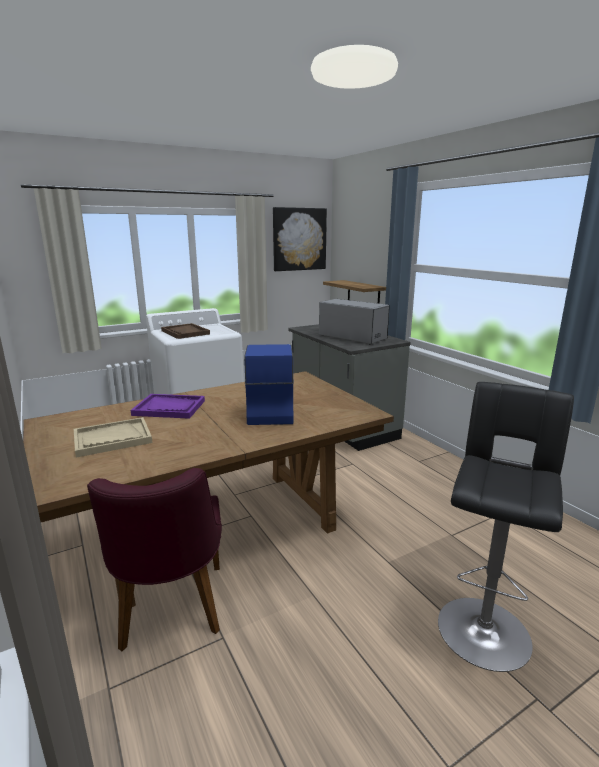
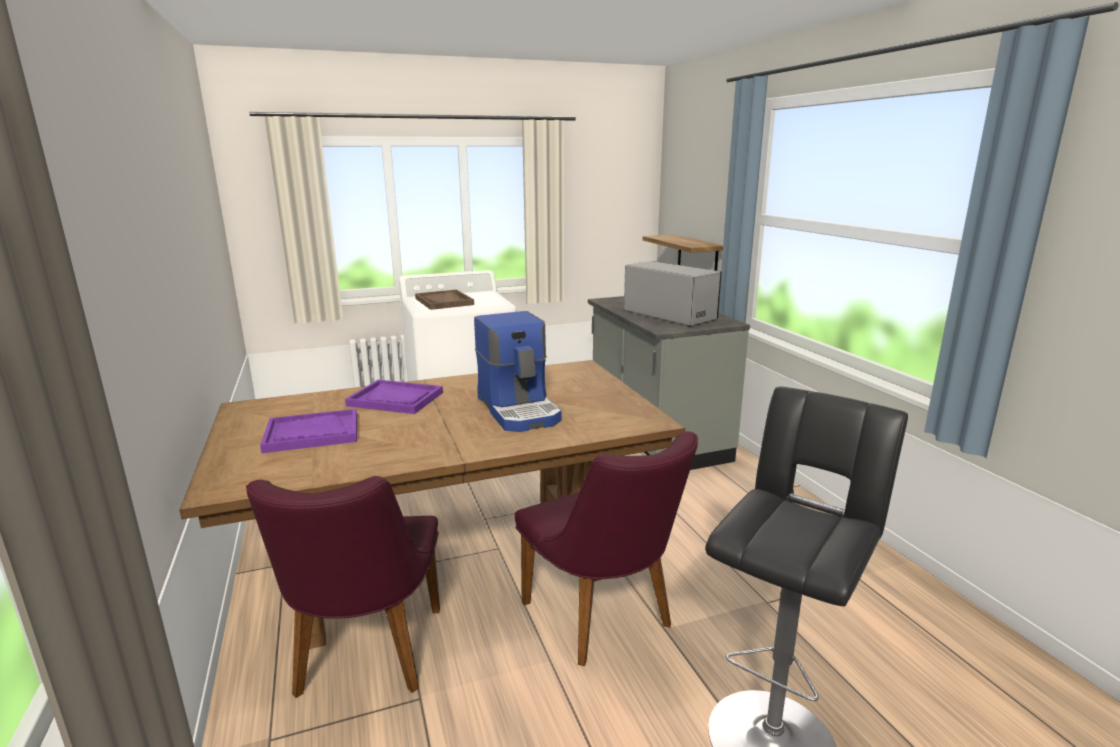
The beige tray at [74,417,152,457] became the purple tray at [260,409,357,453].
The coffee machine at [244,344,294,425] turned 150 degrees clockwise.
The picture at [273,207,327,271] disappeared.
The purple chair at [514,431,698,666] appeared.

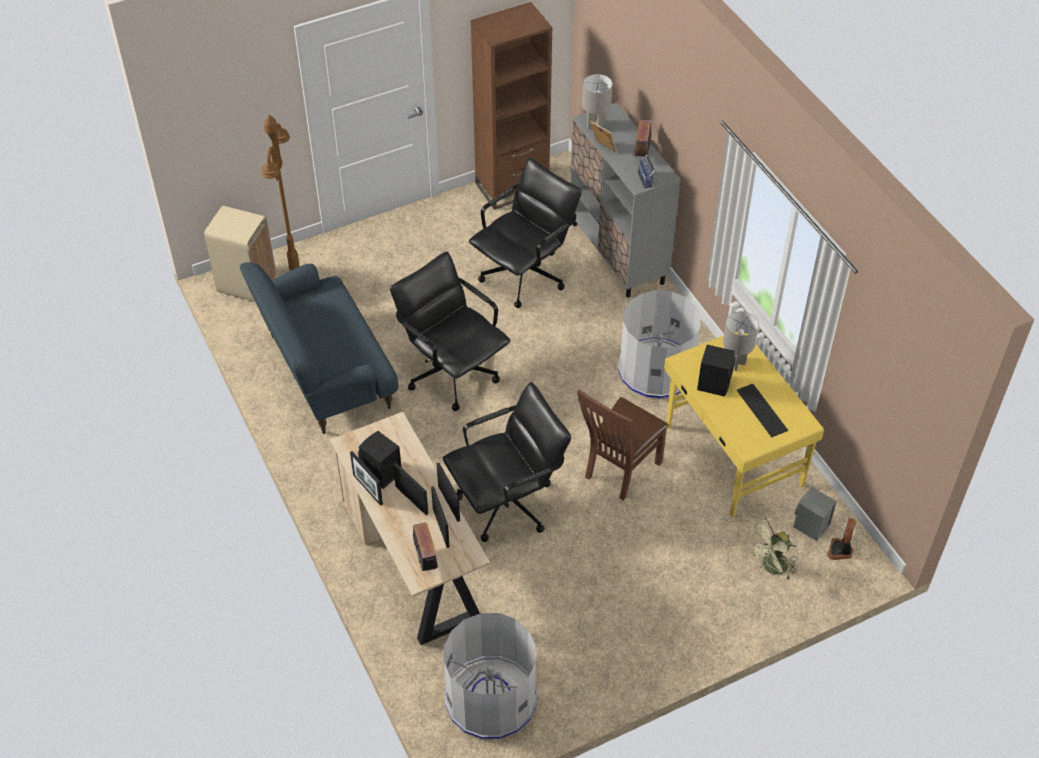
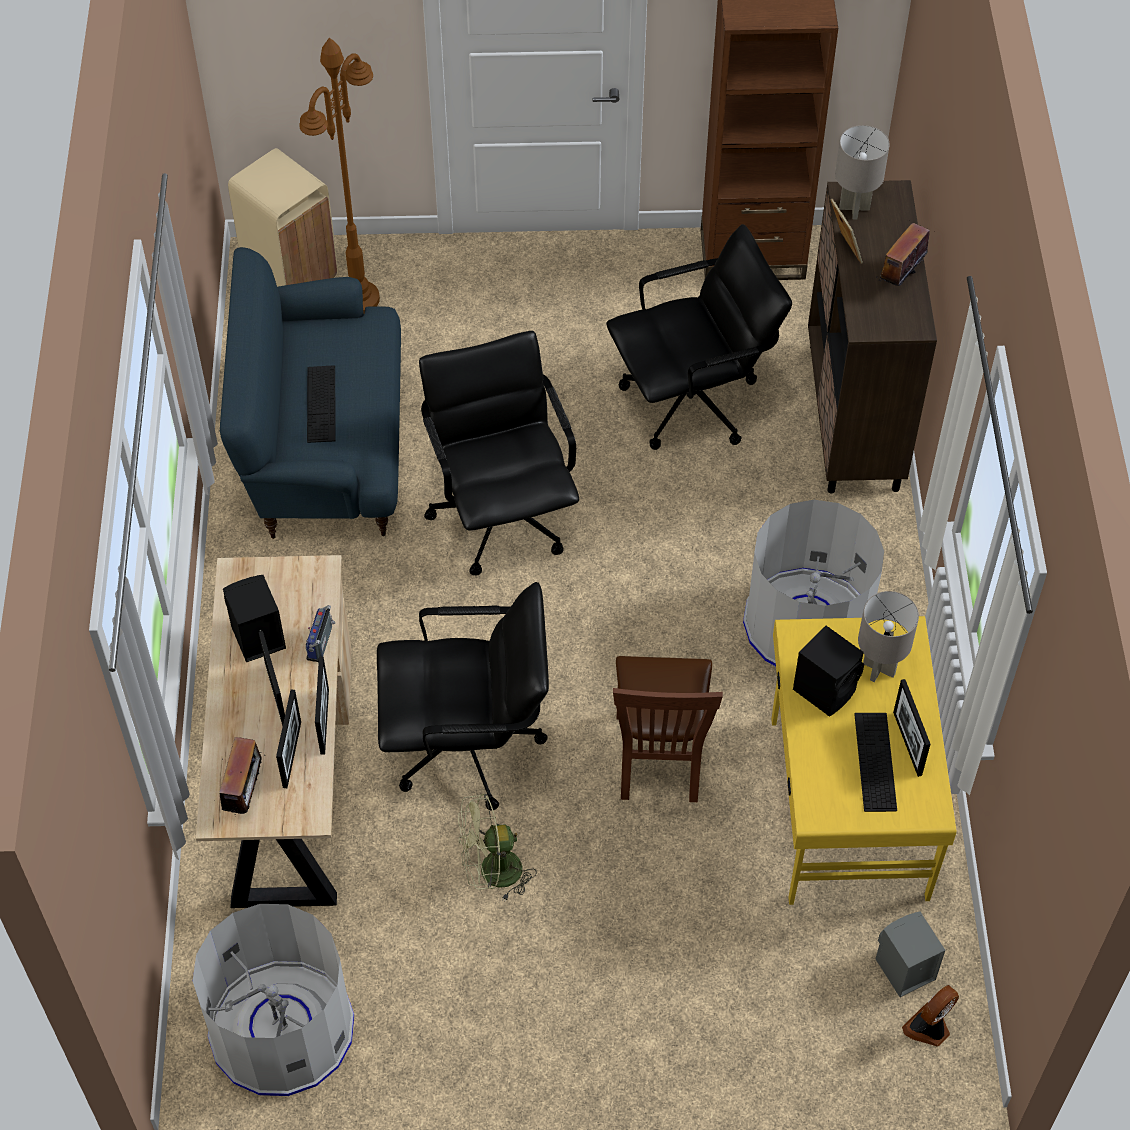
The picture frame moved from [350,451,383,506] to [893,679,930,777].
The grey cabinet at [570,103,680,298] became the brown cabinet at [808,180,937,494].
The brown chair at [577,389,669,501] turned 60 degrees counterclockwise.
The radio moved from [638,154,655,188] to [306,605,336,662].
The green fan moved from [746,517,798,581] to [458,793,537,902].
The keyboard at [307,365,336,443] appeared.

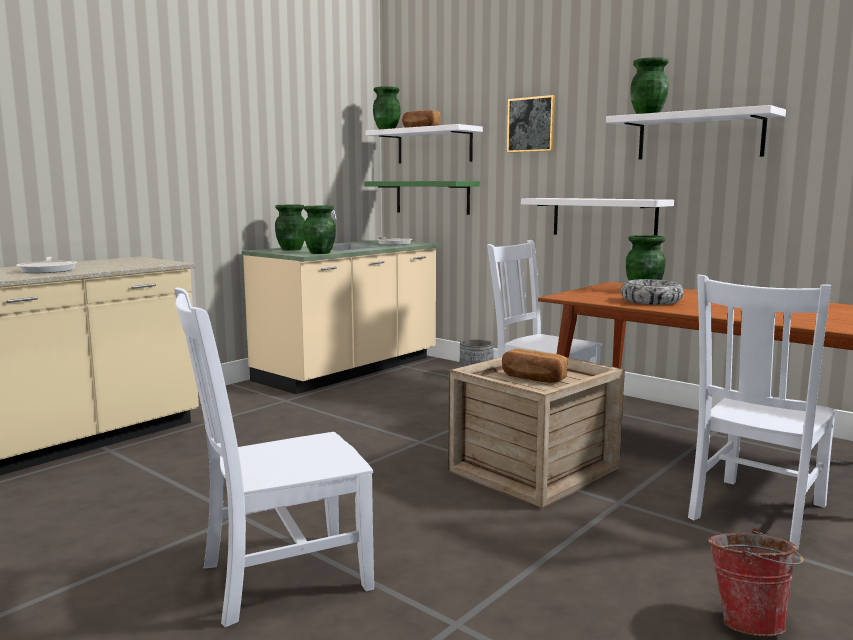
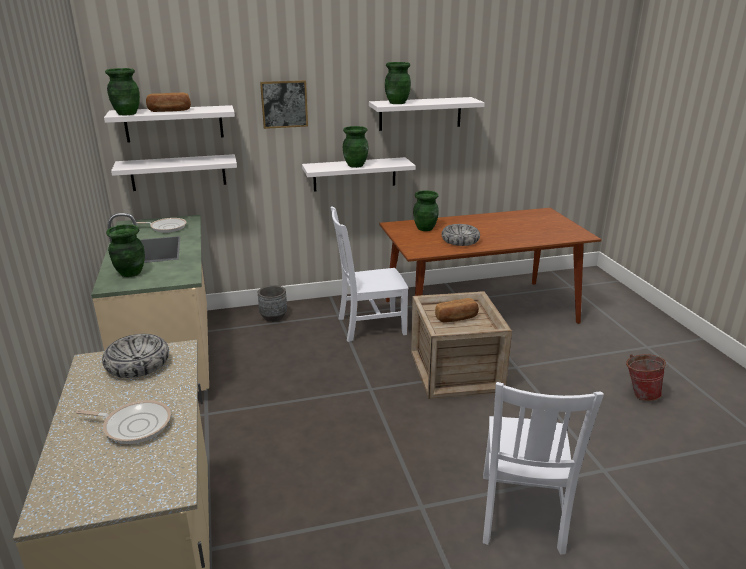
The green vase moved from [303,206,336,254] to [343,126,369,168].
The green shelf at [364,181,480,215] became the white shelf at [111,154,237,191].
The white chair at [688,275,836,550] disappeared.
The bowl at [102,334,169,378] appeared.

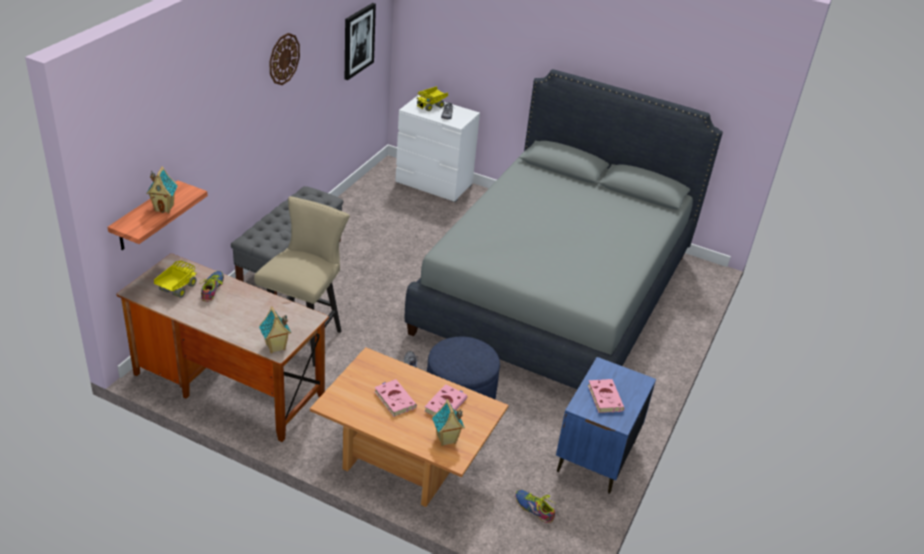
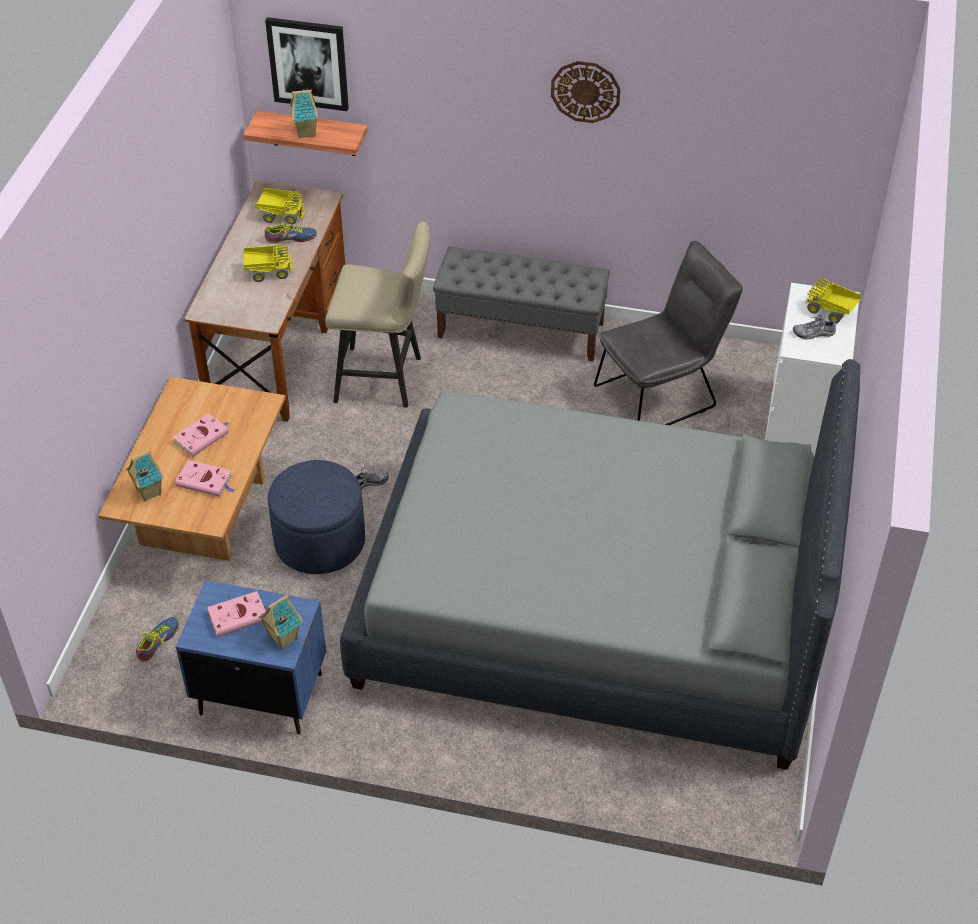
The toy house moved from [259,306,291,354] to [259,594,303,649].
The picture moved from [345,3,376,80] to [265,17,349,111].
The toy truck at [244,244,293,282] appeared.
The grey chair at [594,241,743,425] appeared.

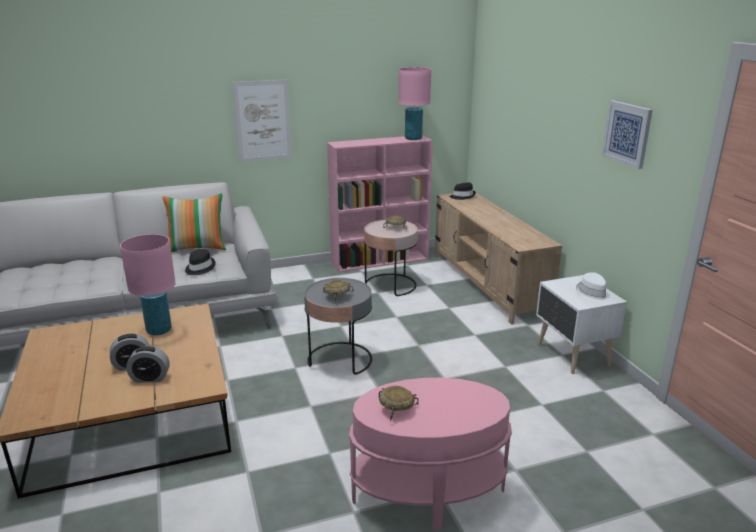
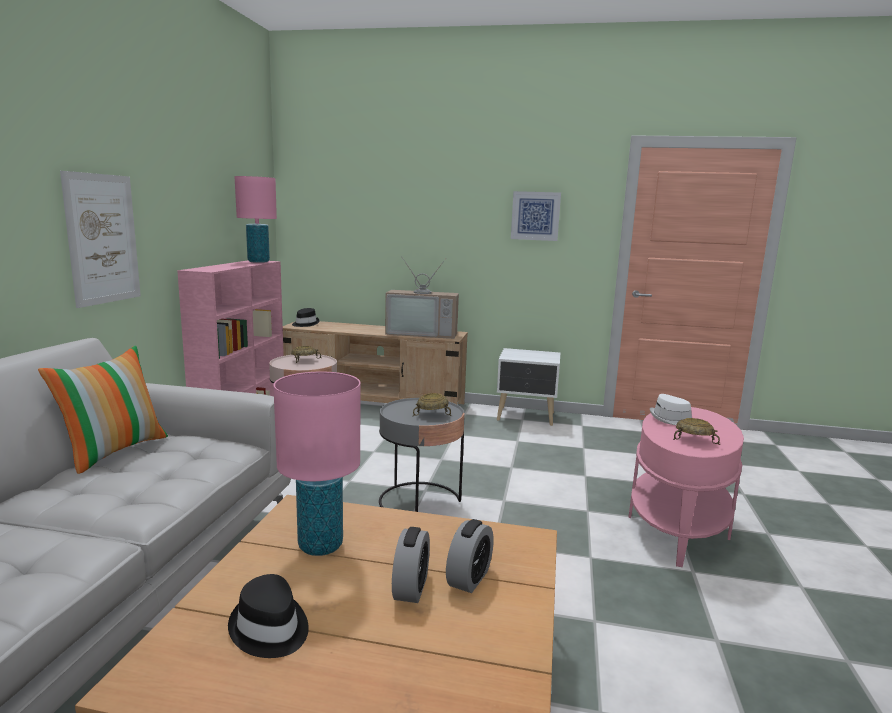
The black hat moved from [185,249,216,275] to [228,574,309,658].
The white hat moved from [576,272,610,302] to [650,394,692,425].
The television at [385,256,459,339] appeared.

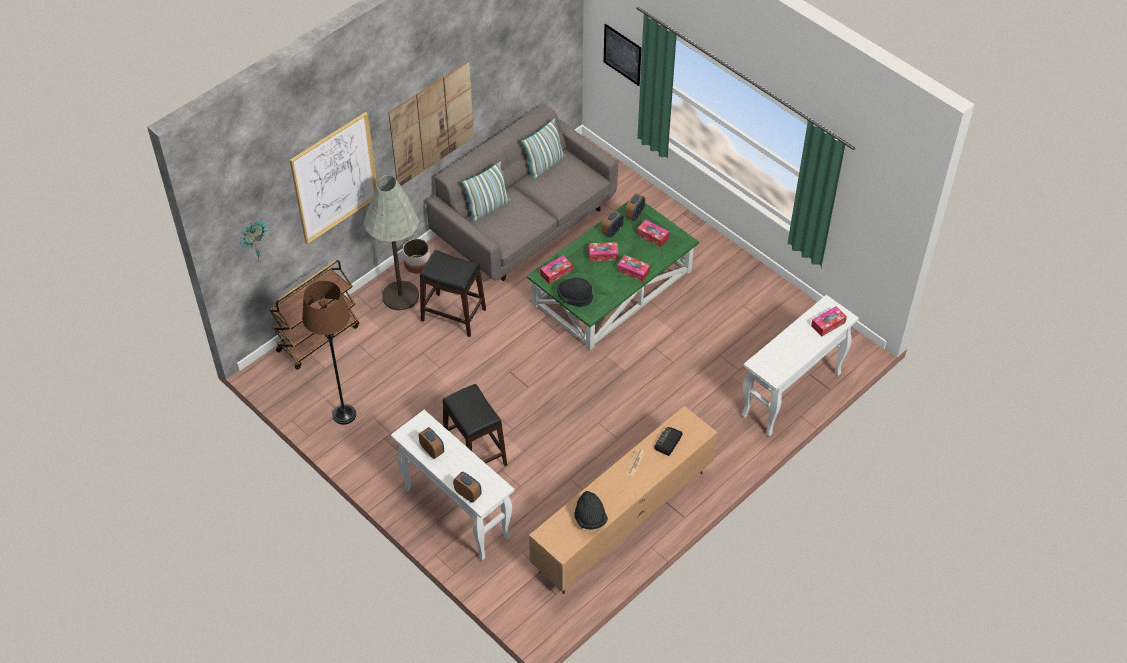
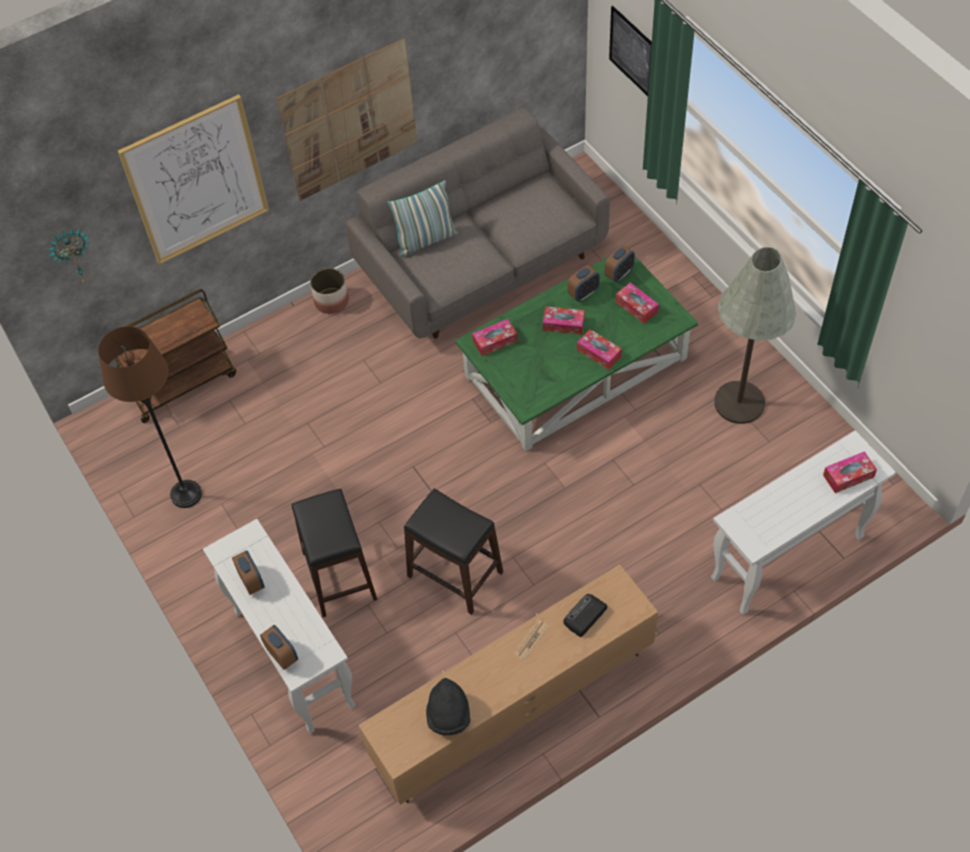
The grey floor lamp moved from [364,175,419,310] to [714,247,796,424].
The black stool moved from [420,250,486,337] to [404,489,503,615].
The pillow at [522,118,565,181] disappeared.
The black hat at [557,278,593,306] disappeared.

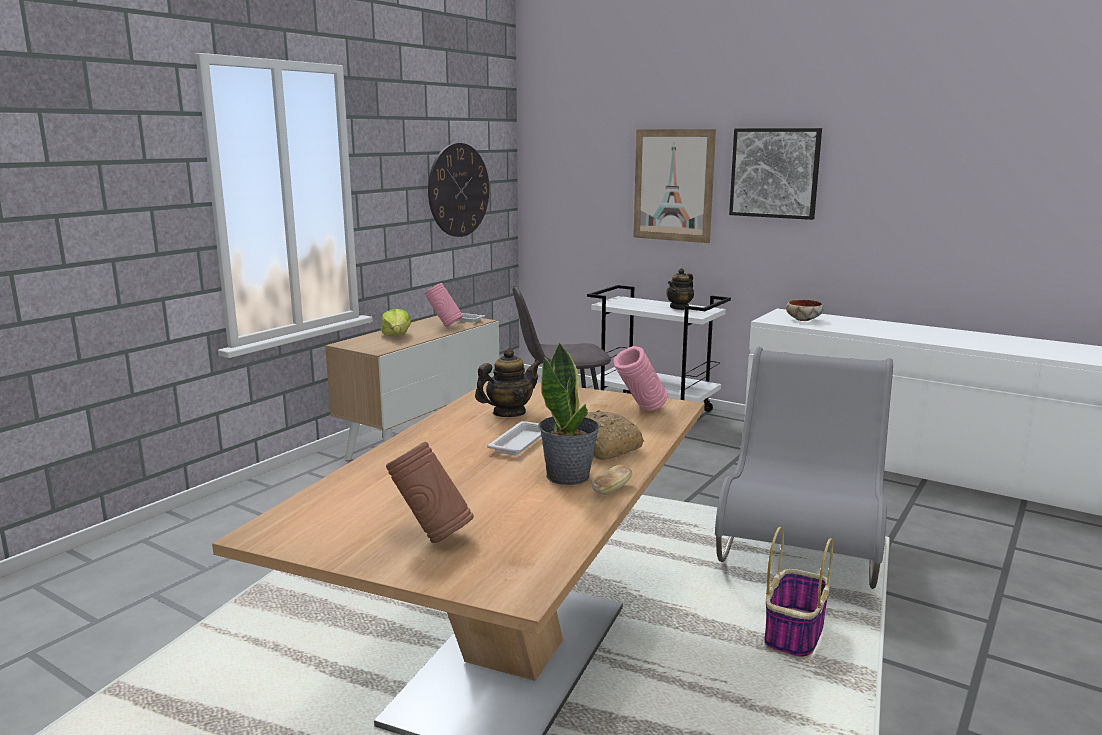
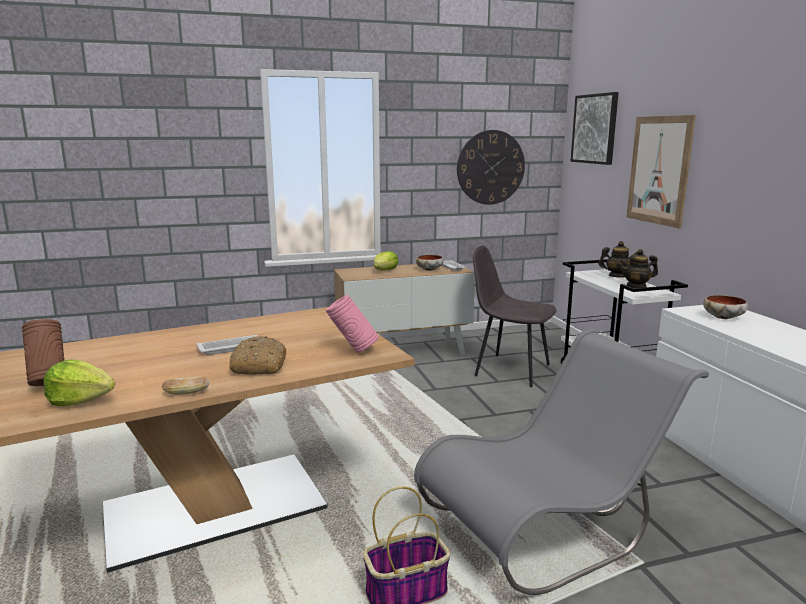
The pink vase at [425,283,463,327] was replaced by the bowl at [416,255,444,271].
The teapot moved from [475,348,541,417] to [598,241,637,278].
The potted plant at [538,342,600,485] disappeared.
The picture moved from [729,128,822,220] to [571,92,619,165].
The lettuce at [43,360,115,406] appeared.

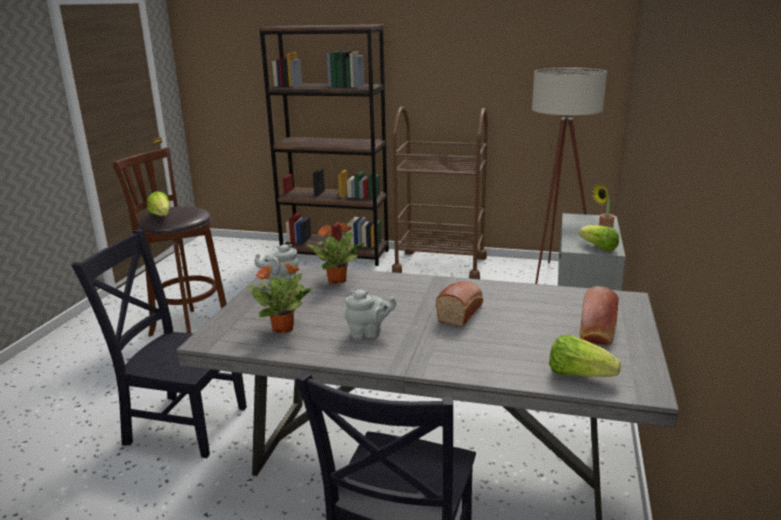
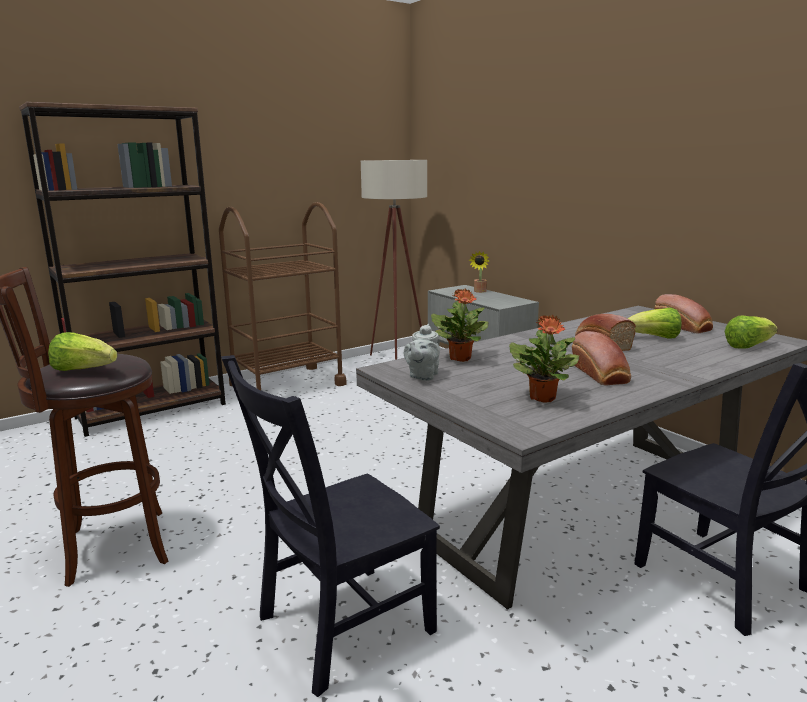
The grey teapot at [345,290,397,339] was replaced by the bread at [572,331,631,385].
The lettuce moved from [579,225,619,252] to [628,308,681,339].

